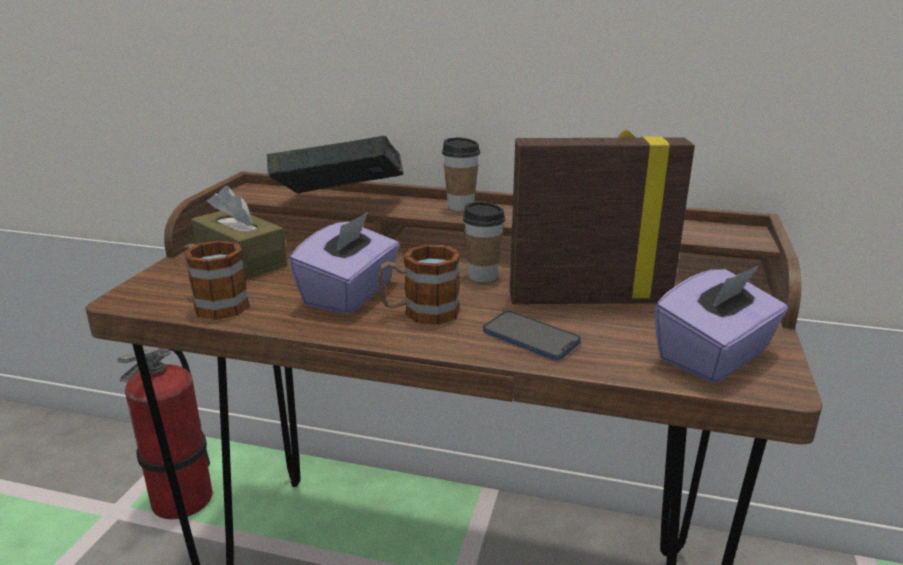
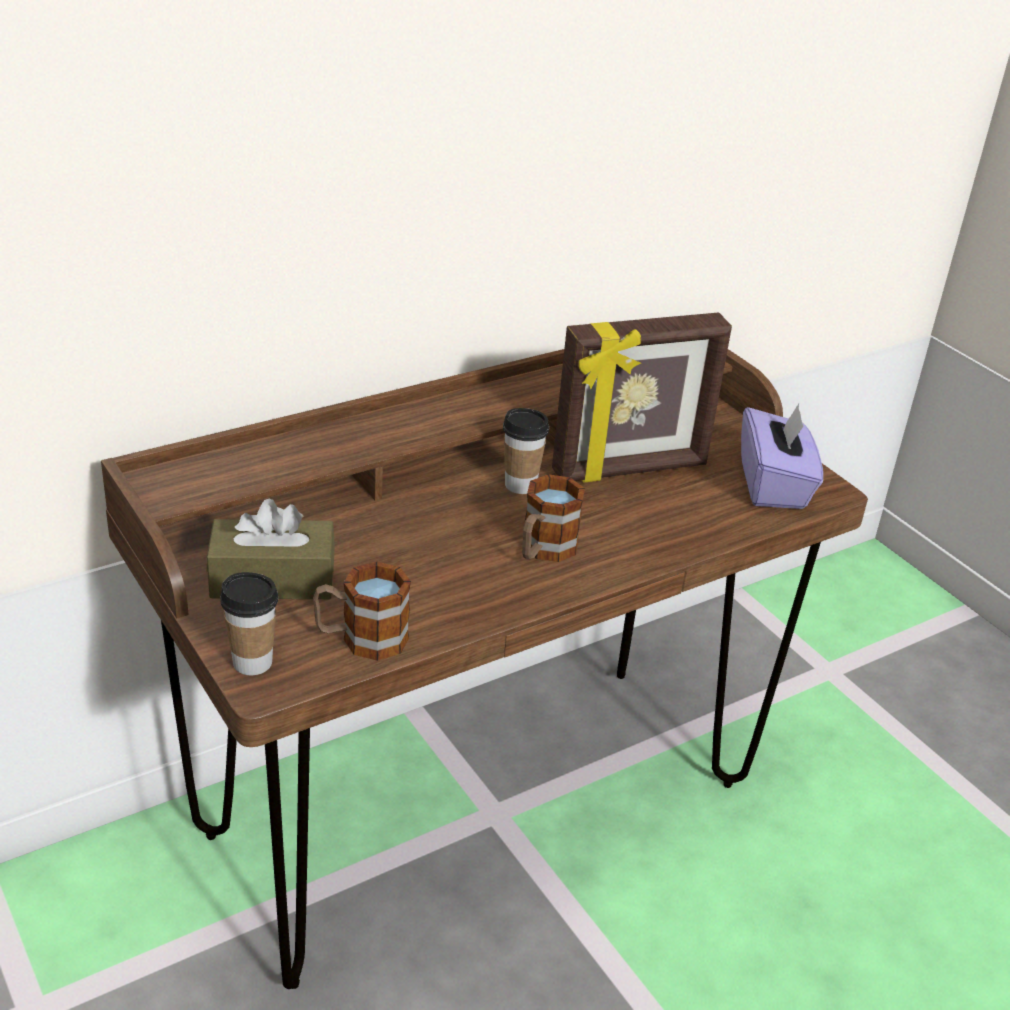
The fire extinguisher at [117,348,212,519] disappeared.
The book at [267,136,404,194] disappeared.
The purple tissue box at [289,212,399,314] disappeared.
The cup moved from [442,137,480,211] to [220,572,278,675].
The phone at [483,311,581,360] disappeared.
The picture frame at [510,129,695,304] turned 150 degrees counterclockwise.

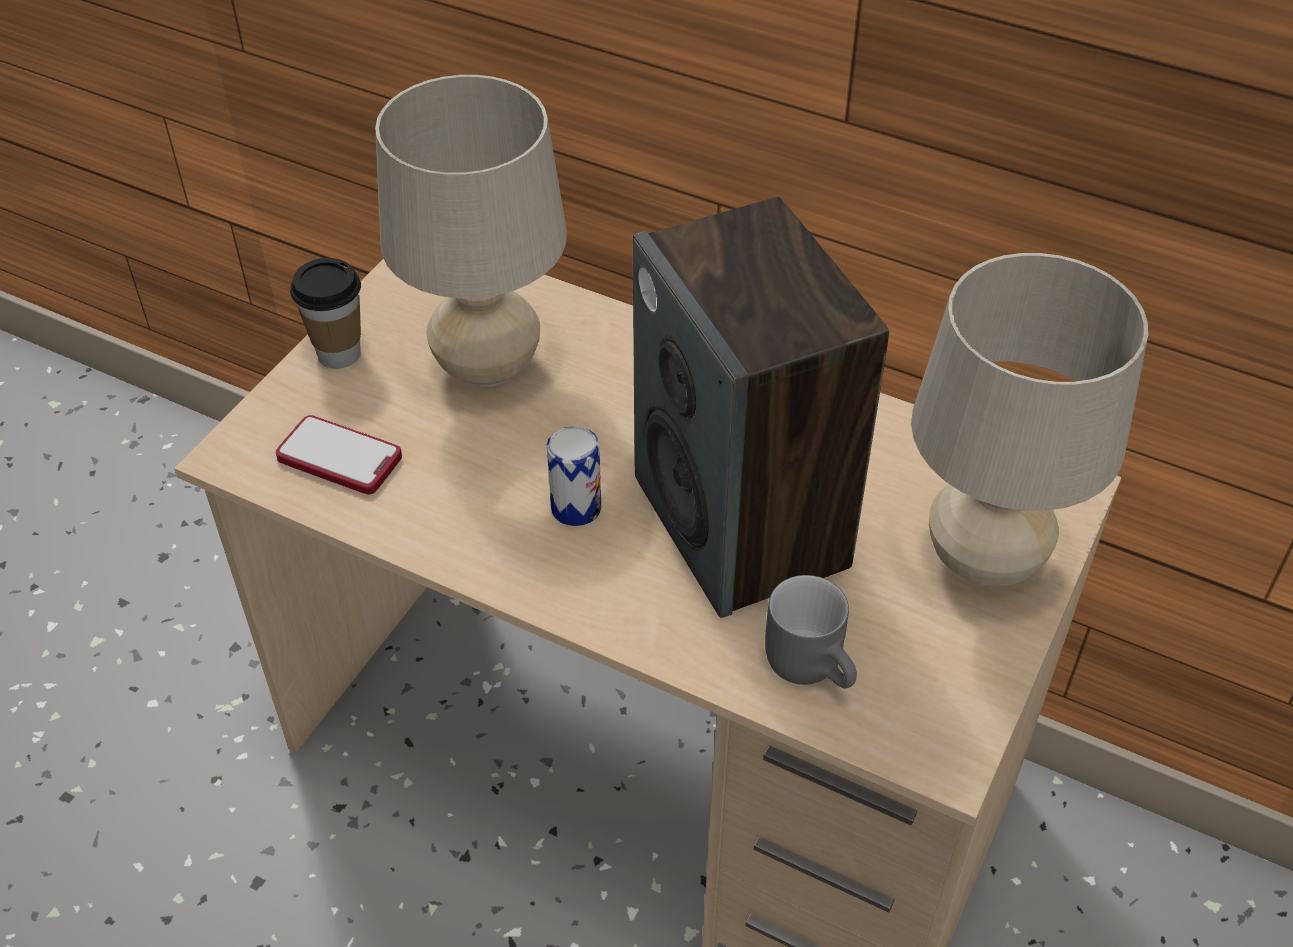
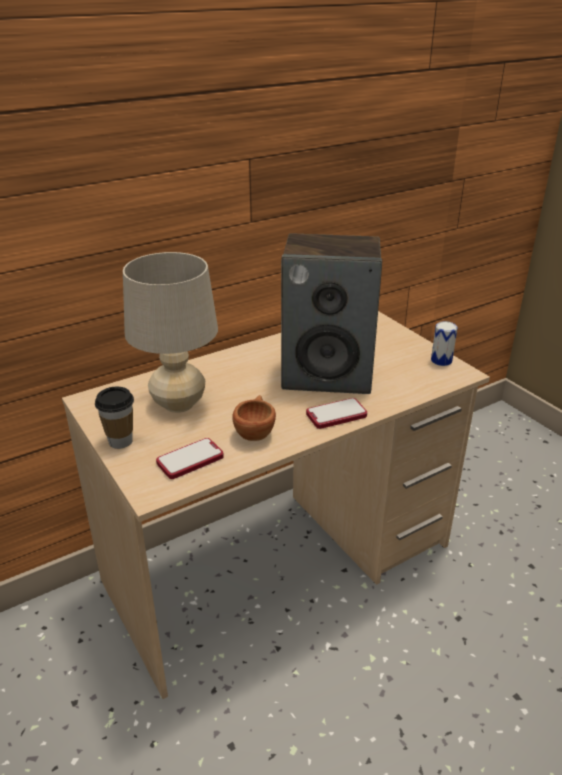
The can moved from [547,426,601,526] to [431,321,458,366].
The grey mug at [765,575,857,689] disappeared.
The beige table lamp at [911,253,1148,586] disappeared.
The brown cup at [232,395,276,441] appeared.
The phone at [306,398,367,429] appeared.

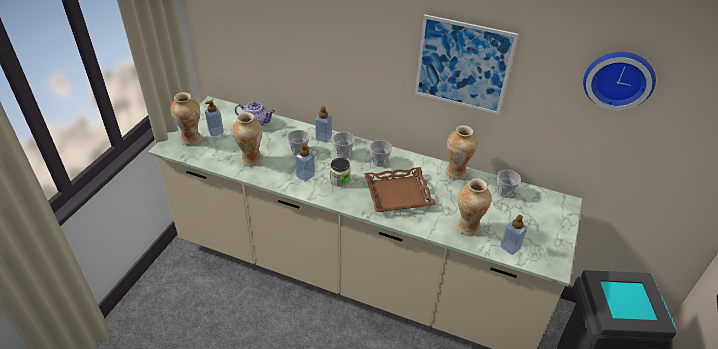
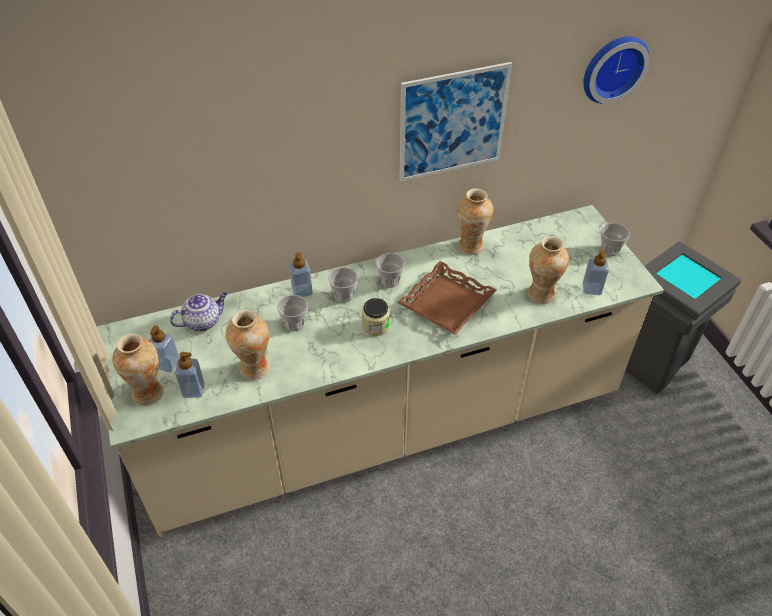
The soap dispenser moved from [295,144,315,182] to [175,352,205,398].
The cup moved from [497,170,521,198] to [601,223,630,256].

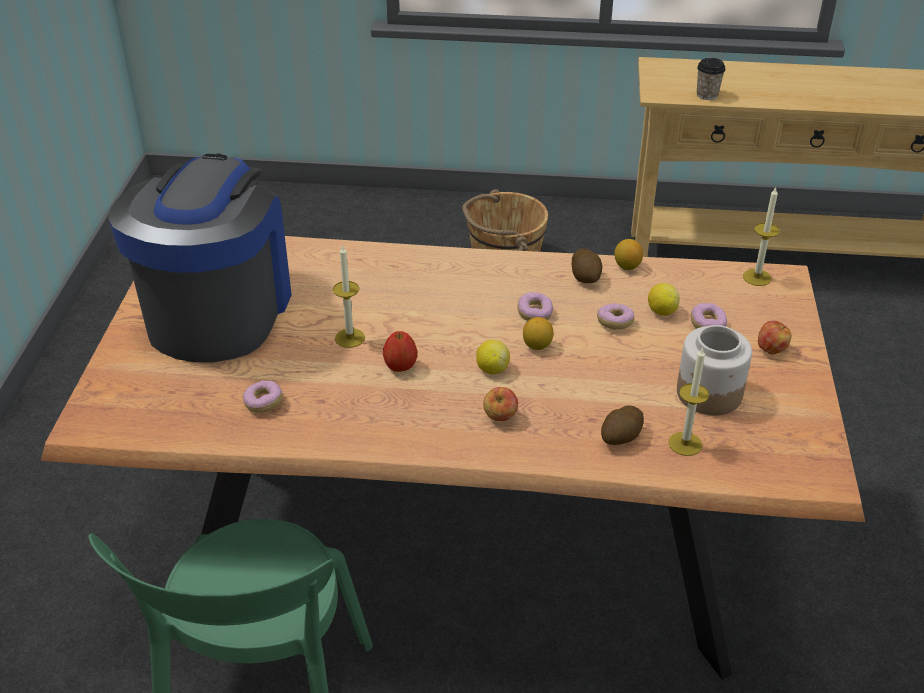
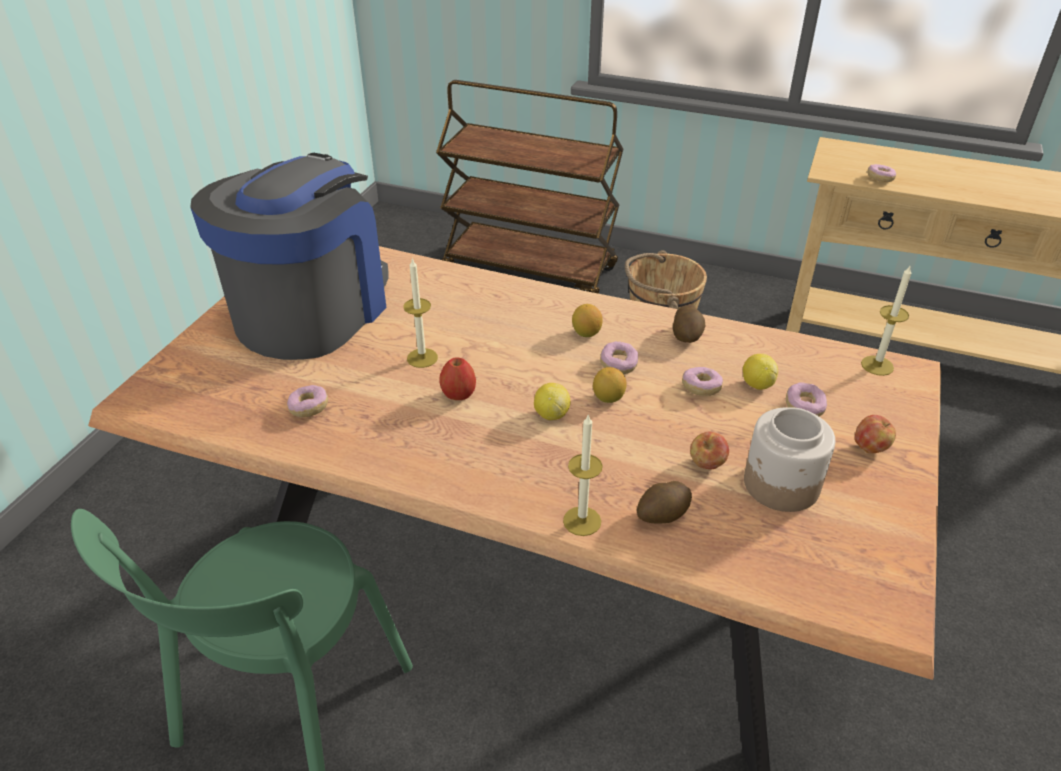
The apple moved from [483,387,518,421] to [690,432,729,469].
The lemon moved from [614,239,643,270] to [572,304,603,337].
The candle moved from [668,347,709,456] to [563,414,603,536].
The cup at [697,58,726,100] was replaced by the donut at [867,164,896,182].
The brown cart at [436,80,623,294] appeared.

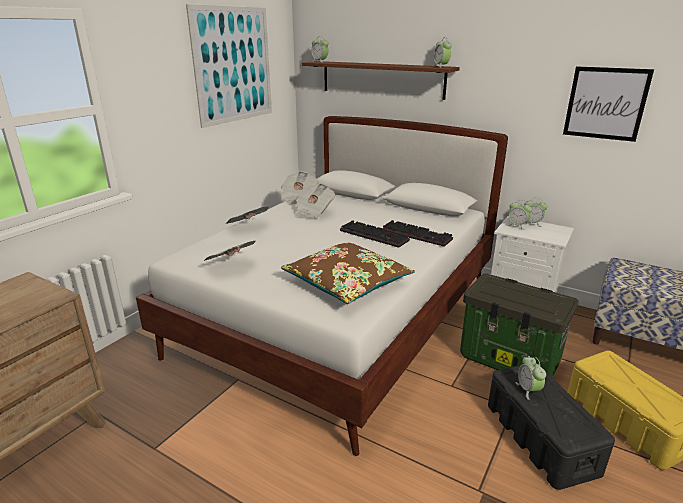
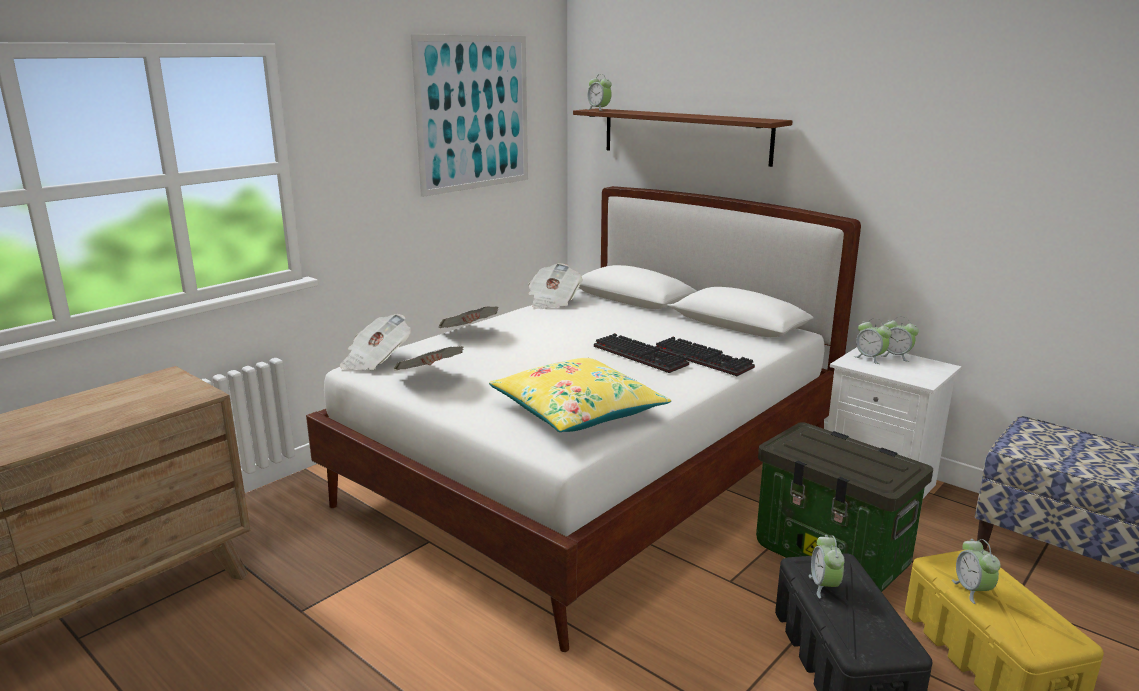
The brown pillow at [281,242,415,304] became the yellow pillow at [489,358,671,432].
The newspaper moved from [294,183,335,218] to [339,314,411,370].
The alarm clock moved from [434,37,452,68] to [952,539,1001,604].
The picture at [563,66,654,142] disappeared.

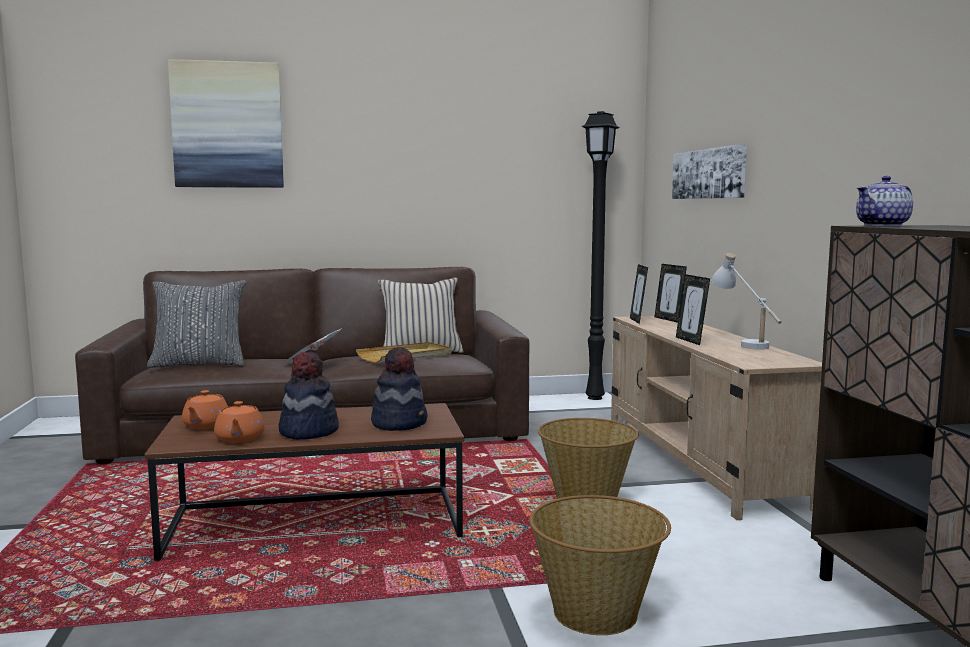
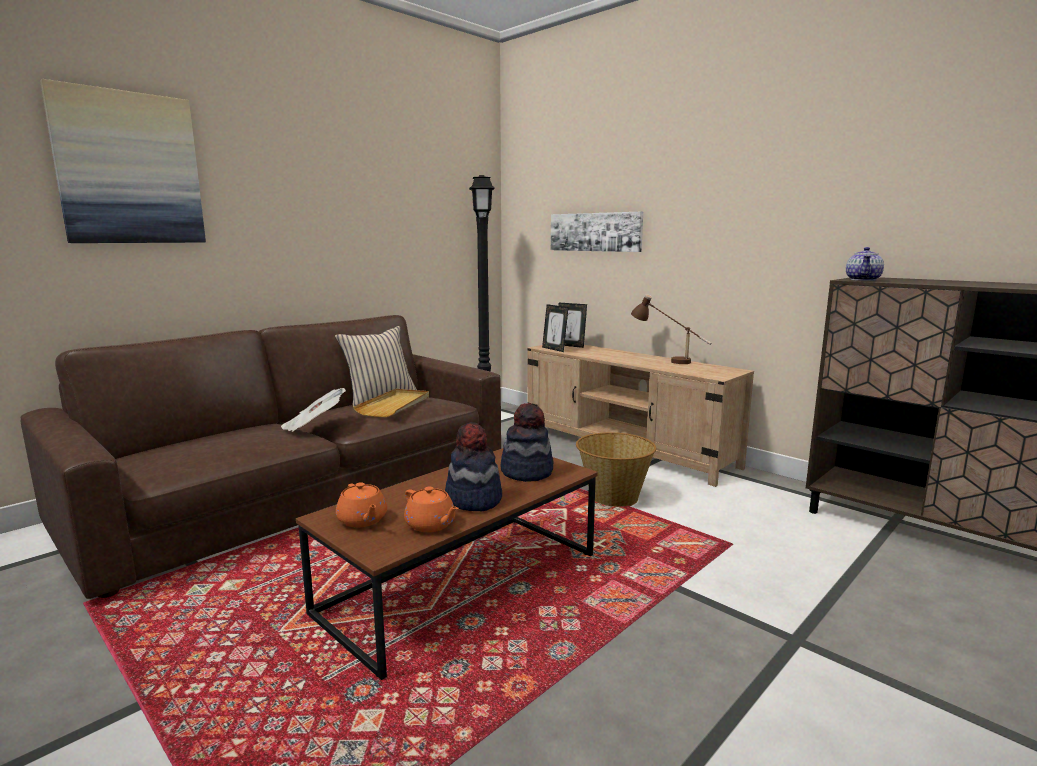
The grey pillow at [147,280,246,368] disappeared.
The basket at [529,495,671,635] disappeared.
The picture frame at [676,274,710,345] disappeared.
The white table lamp at [711,253,781,350] became the brown table lamp at [631,294,711,364].

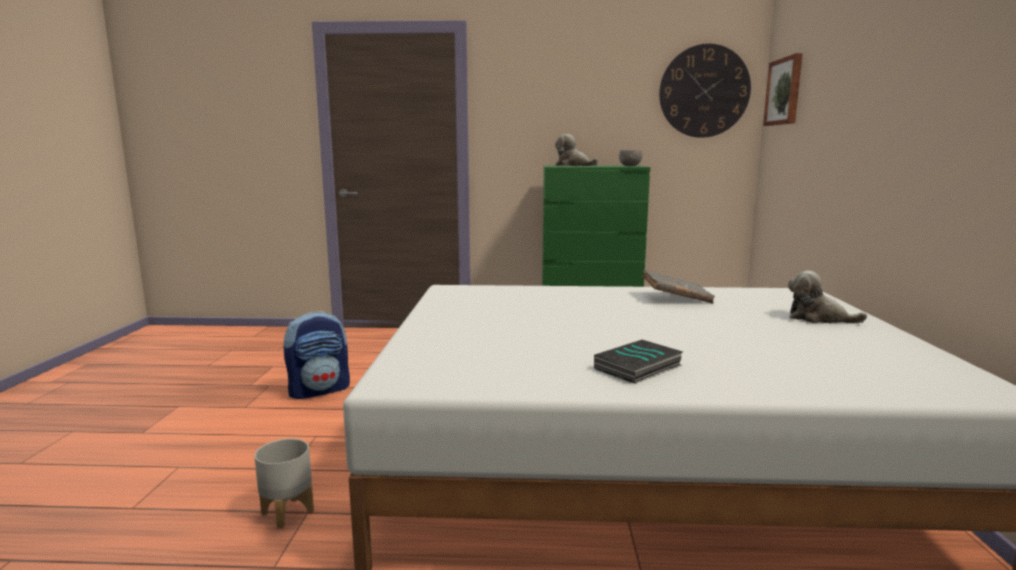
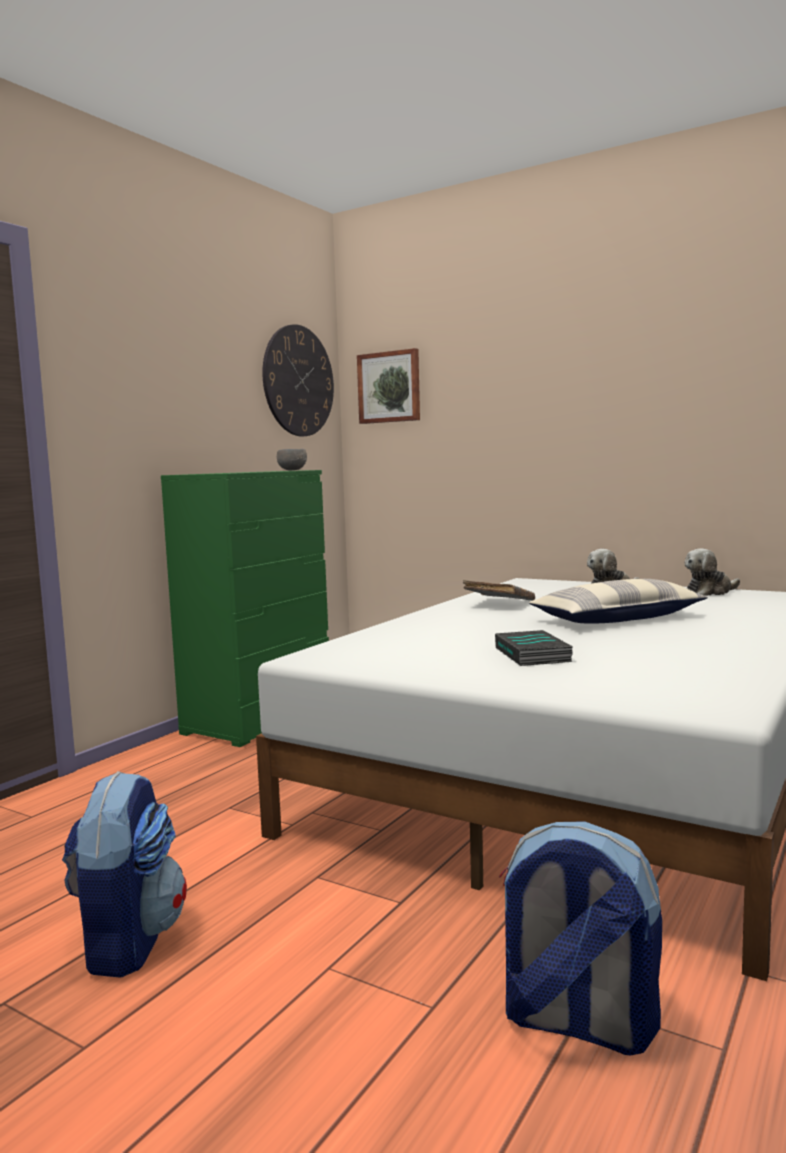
The grey planter at [254,438,314,529] was replaced by the backpack at [499,821,662,1056].
The plush toy moved from [555,134,598,166] to [685,548,740,596].
The book moved from [594,340,683,384] to [495,630,573,666].
The pillow at [529,579,708,624] appeared.

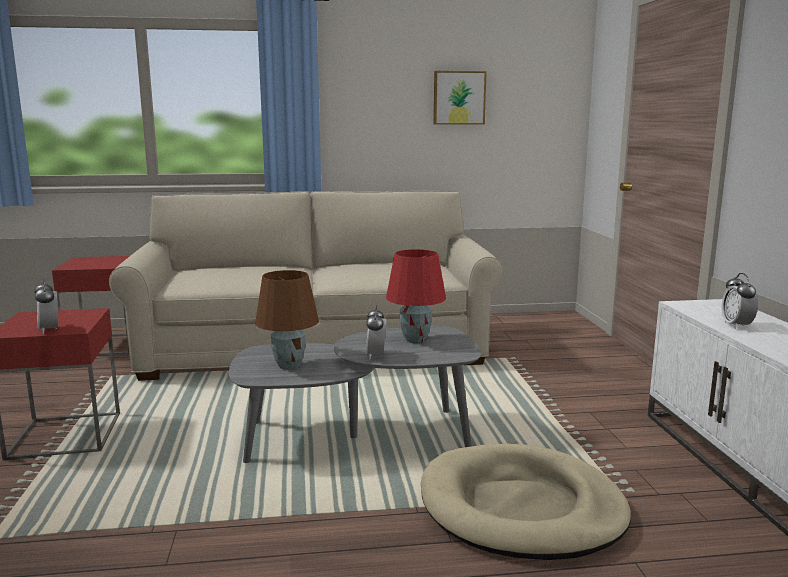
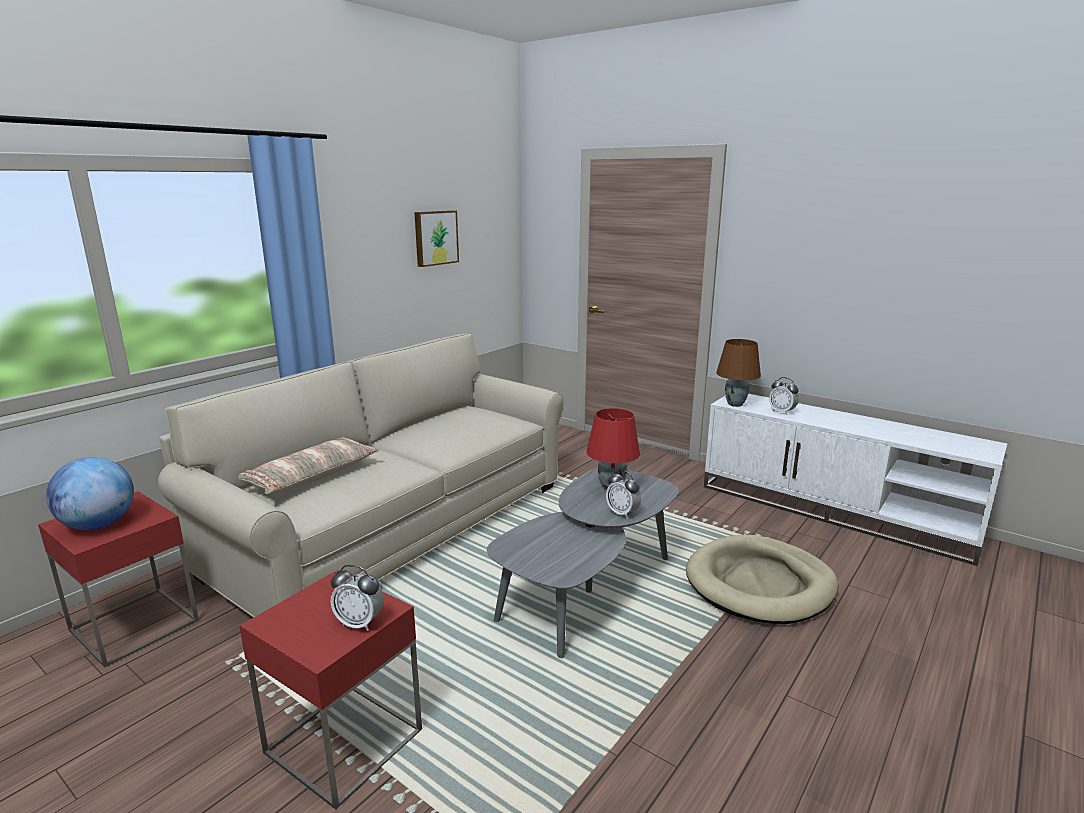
The brown table lamp moved from [255,270,319,370] to [716,339,761,407].
The globe at [46,457,134,530] appeared.
The pillow at [238,437,379,494] appeared.

